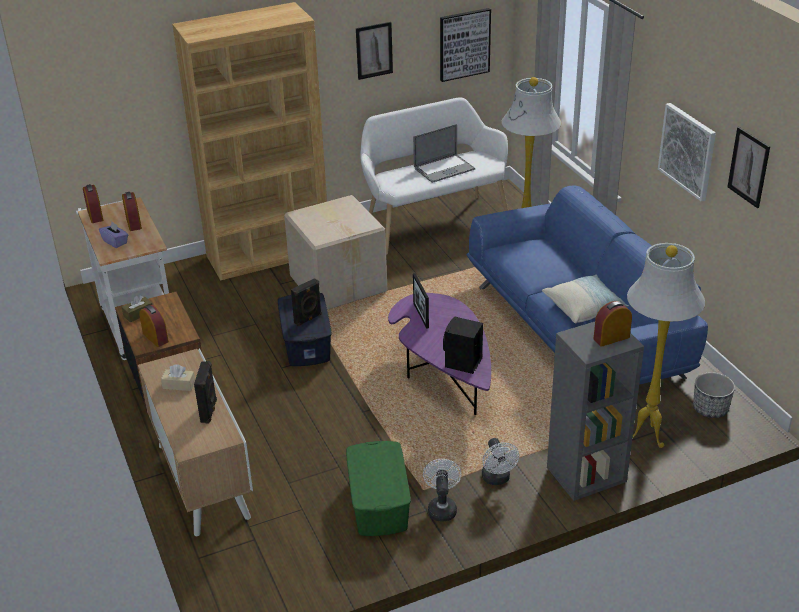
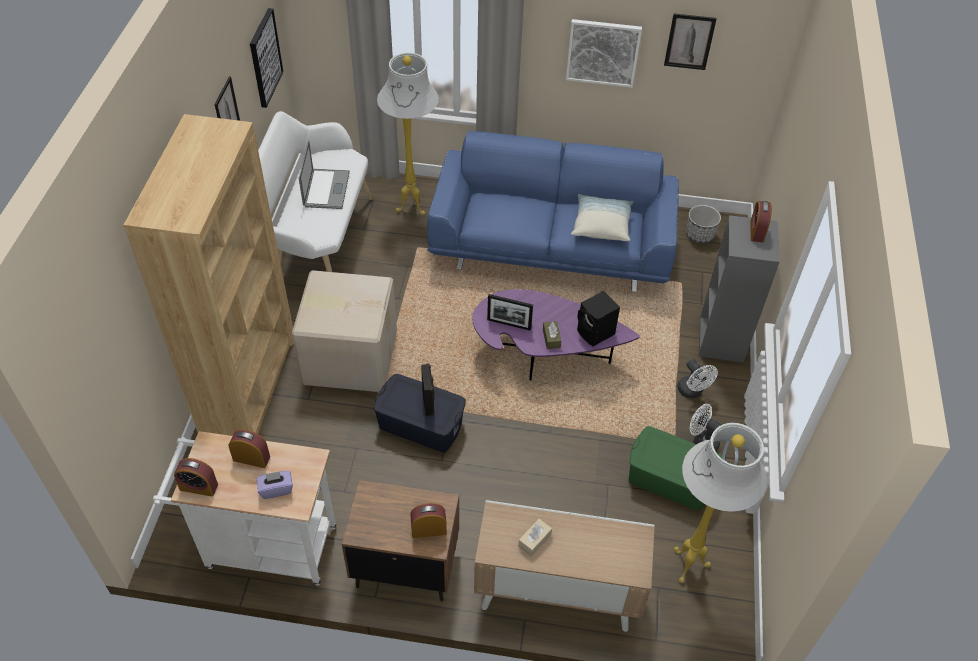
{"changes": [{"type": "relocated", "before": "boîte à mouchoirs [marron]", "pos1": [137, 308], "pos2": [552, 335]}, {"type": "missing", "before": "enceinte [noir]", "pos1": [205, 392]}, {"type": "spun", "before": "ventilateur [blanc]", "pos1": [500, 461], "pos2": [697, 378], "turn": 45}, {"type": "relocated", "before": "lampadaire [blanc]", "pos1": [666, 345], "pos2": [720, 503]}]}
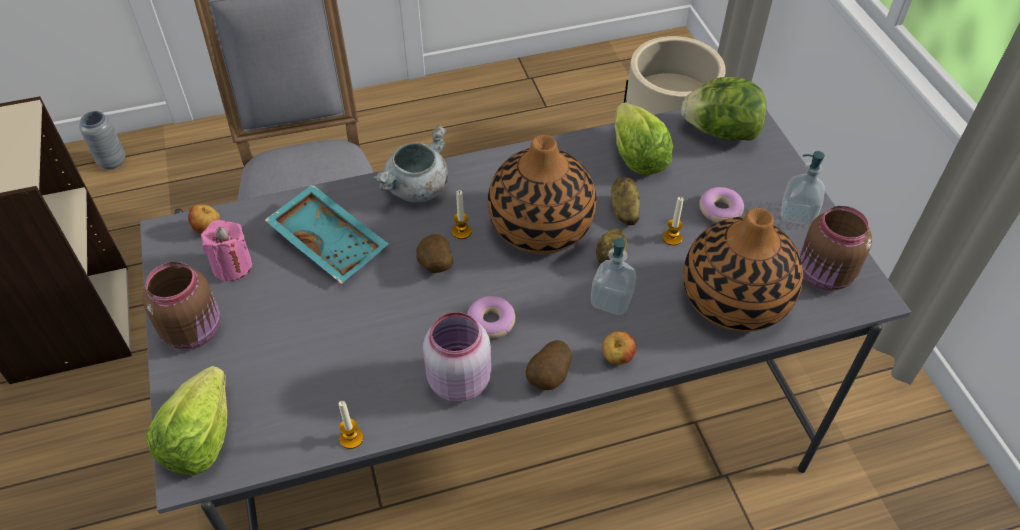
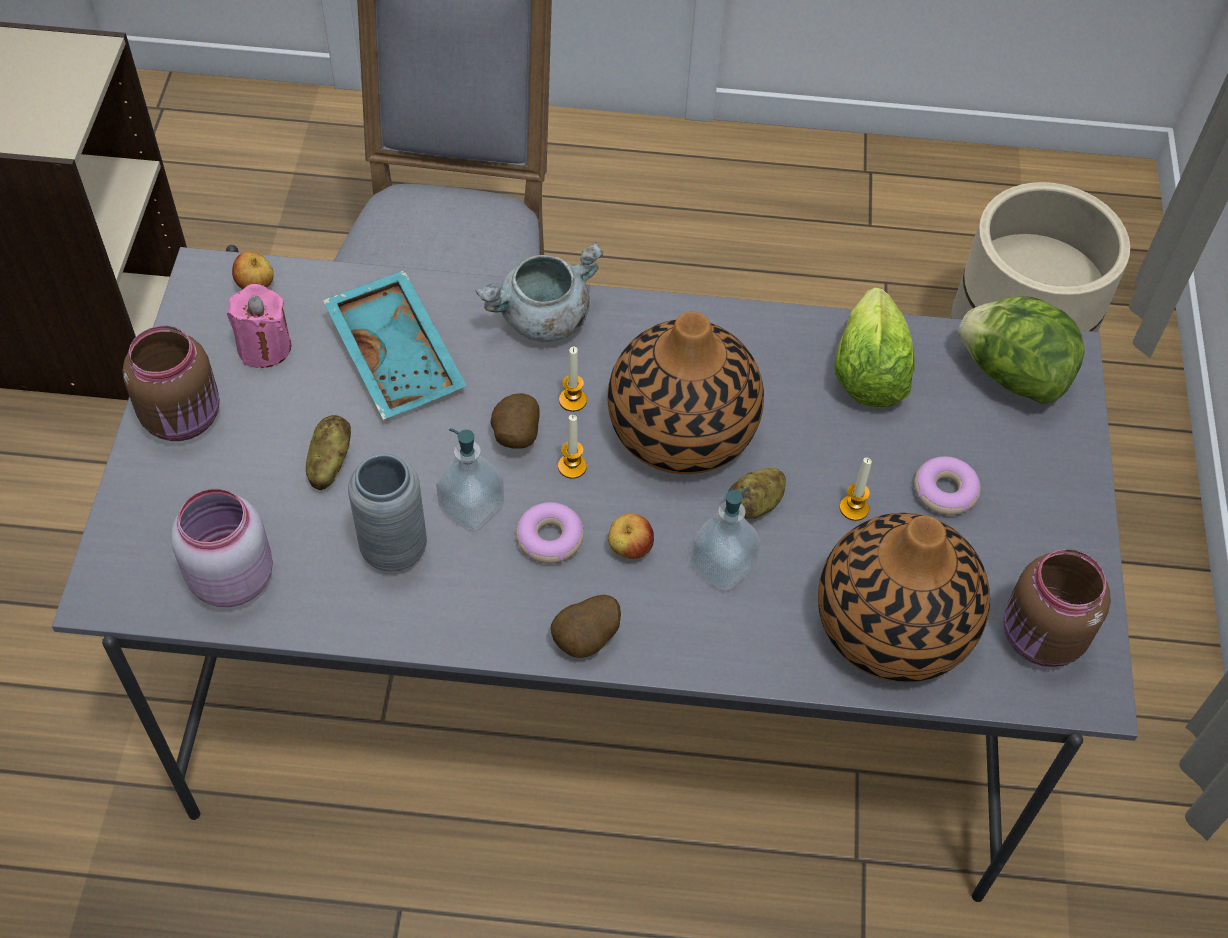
{"changes": [{"type": "relocated", "before": "vase [gris]", "pos1": [102, 140], "pos2": [387, 513]}, {"type": "missing", "before": "laitue", "pos1": [186, 420]}, {"type": "relocated", "before": "bougie", "pos1": [350, 425], "pos2": [572, 447]}, {"type": "relocated", "before": "bocal [rose]", "pos1": [457, 357], "pos2": [222, 548]}, {"type": "relocated", "before": "pomme", "pos1": [619, 348], "pos2": [631, 536]}, {"type": "relocated", "before": "pomme de terre", "pos1": [625, 201], "pos2": [328, 452]}, {"type": "relocated", "before": "distributeur de savon", "pos1": [803, 188], "pos2": [470, 480]}]}
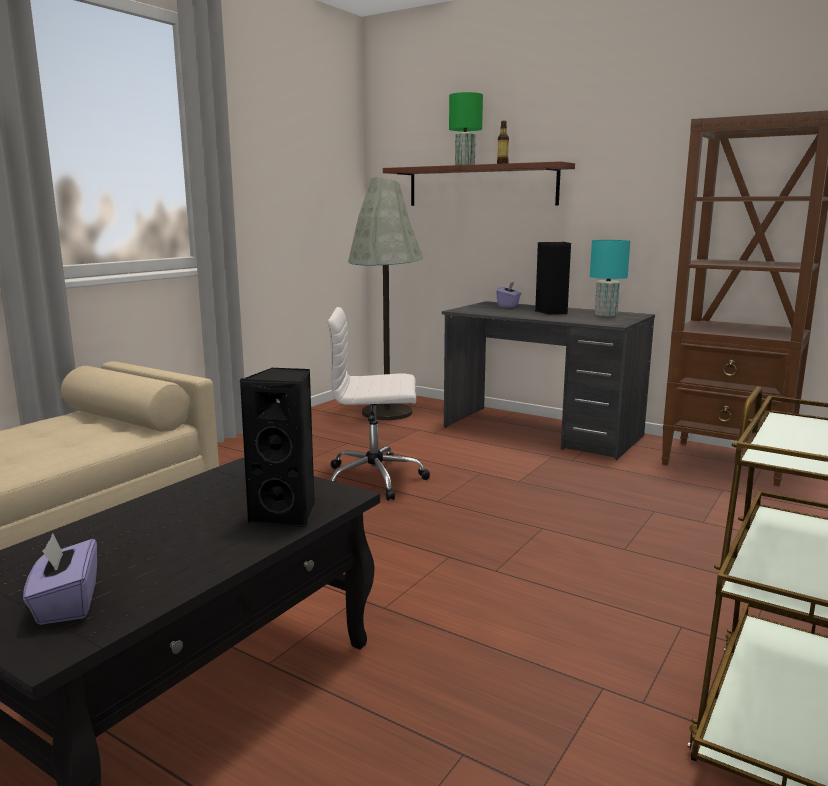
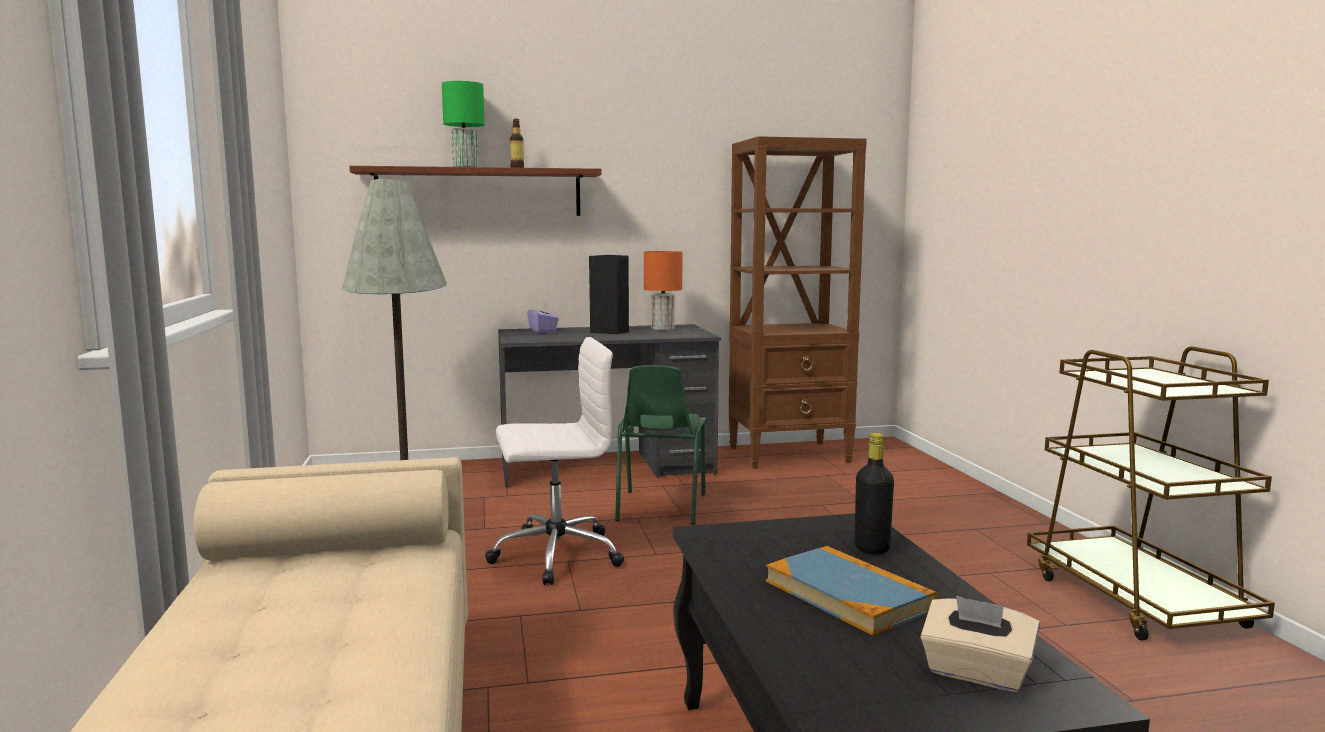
{"changes": [{"type": "colour", "before": "boîte à mouchoirs [violet]", "after": "boîte à mouchoirs [beige]", "pos1": [60, 579], "pos2": [980, 643]}, {"type": "exchanged", "before": "enceinte [noir]", "after": "bouteille [noir]", "pos1": [277, 447], "pos2": [874, 493]}, {"type": "spun", "before": "chaise de bureau [blanc]", "pos1": [379, 404], "pos2": [554, 461], "turn": -150}, {"type": "colour", "before": "lampe de table [turquoise]", "after": "lampe de table [orange]", "pos1": [610, 278], "pos2": [663, 291]}, {"type": "appeared", "after": "chaise [vert]", "pos2": [660, 444]}, {"type": "appeared", "after": "livre", "pos2": [851, 591]}]}
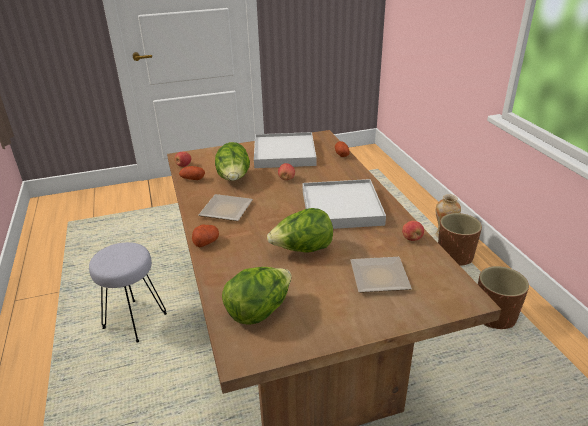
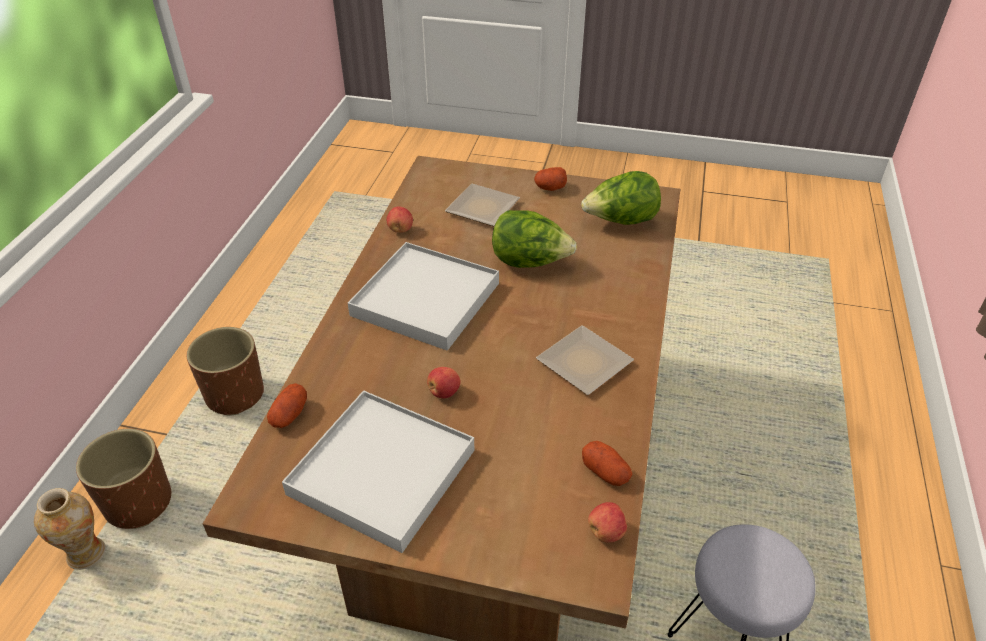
{"changes": [{"type": "relocated", "before": "pomme de terre", "pos1": [205, 235], "pos2": [550, 179]}, {"type": "missing", "before": "laitue", "pos1": [232, 161]}]}
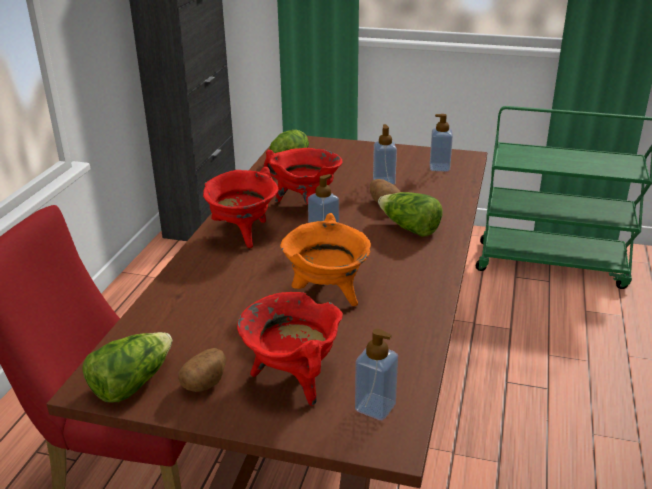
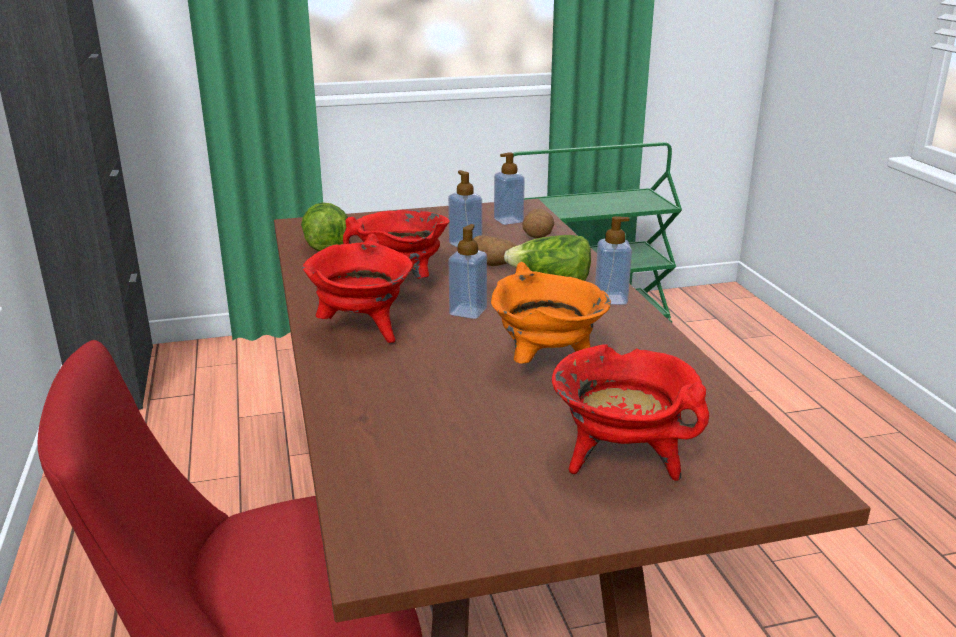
{"changes": [{"type": "missing", "before": "laitue", "pos1": [127, 367]}, {"type": "relocated", "before": "pomme de terre", "pos1": [202, 370], "pos2": [538, 223]}, {"type": "relocated", "before": "distributeur de savon", "pos1": [376, 374], "pos2": [613, 260]}]}
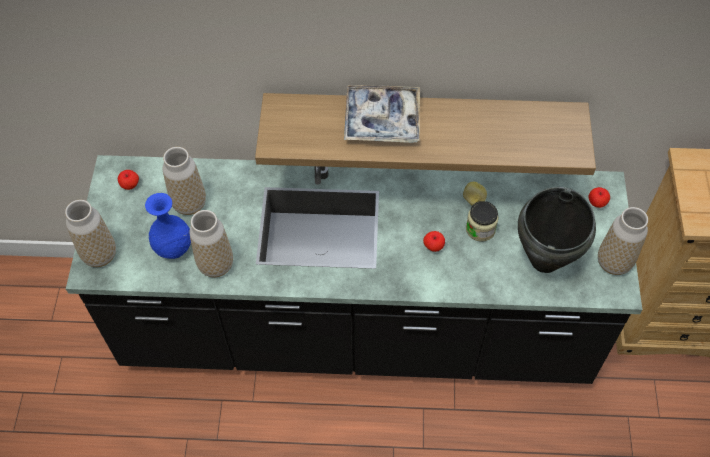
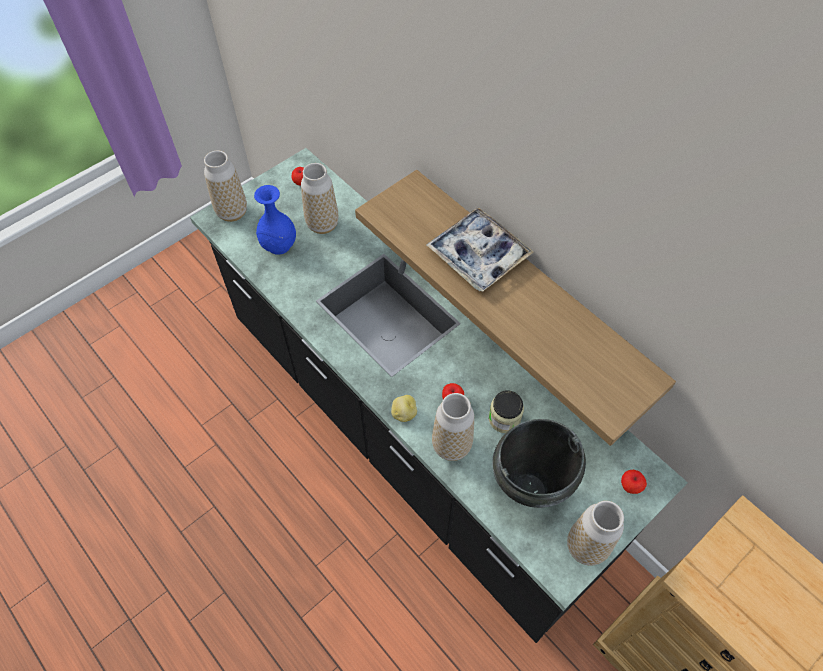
{"changes": [{"type": "relocated", "before": "vase", "pos1": [211, 243], "pos2": [453, 427]}, {"type": "relocated", "before": "pomme de terre", "pos1": [475, 193], "pos2": [404, 408]}]}
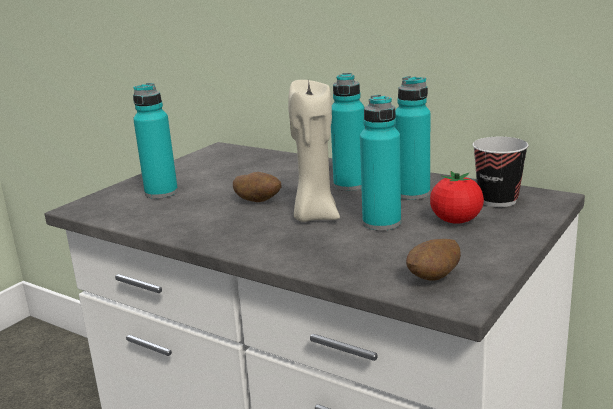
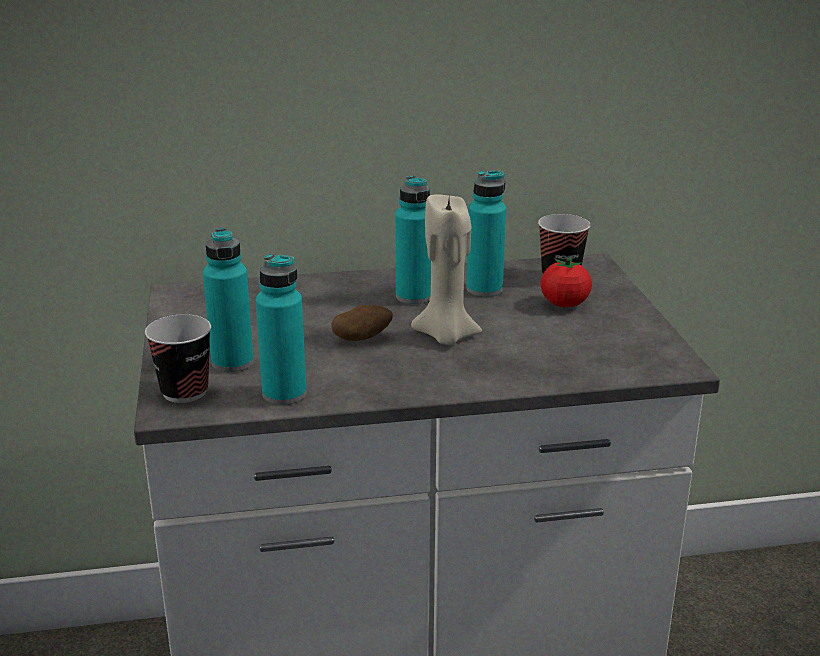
{"changes": [{"type": "relocated", "before": "bouteille [turquoise]", "pos1": [380, 163], "pos2": [281, 329]}, {"type": "missing", "before": "pomme de terre", "pos1": [433, 260]}, {"type": "appeared", "after": "tasse", "pos2": [178, 358]}]}
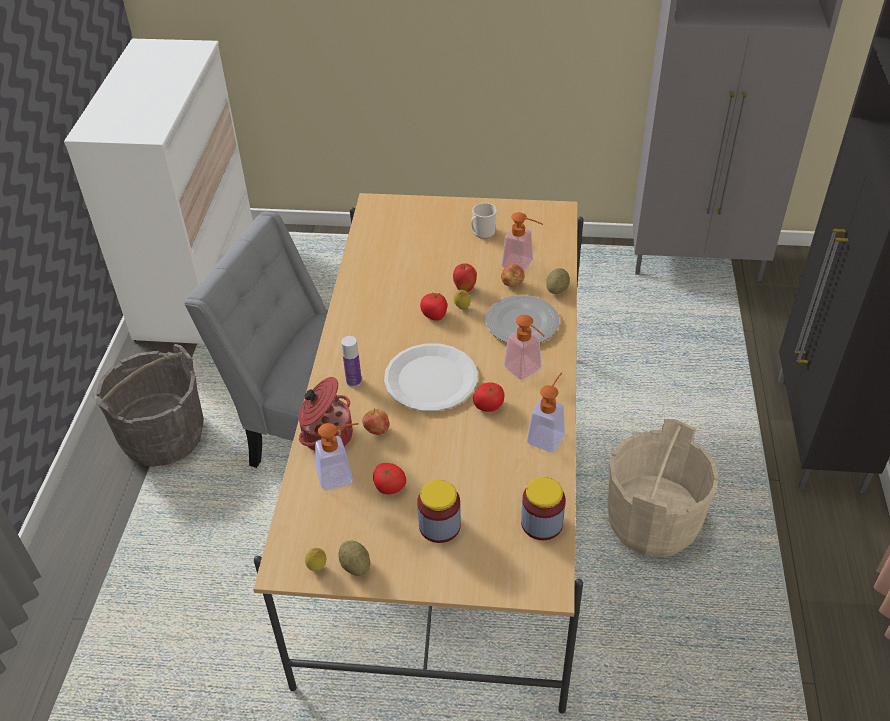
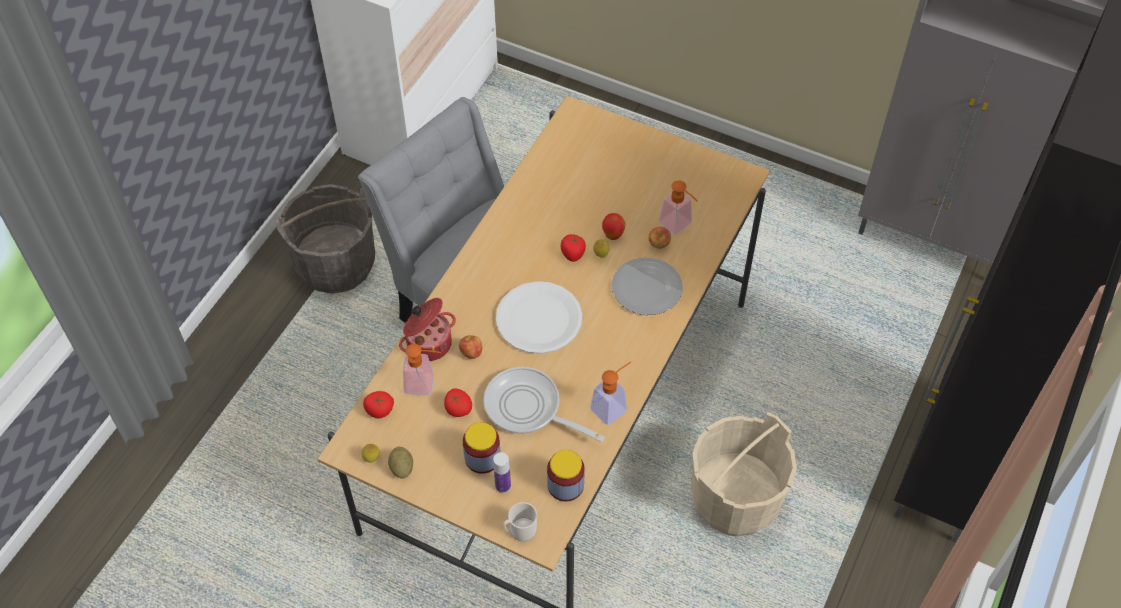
{"changes": [{"type": "relocated", "before": "bouteille", "pos1": [351, 361], "pos2": [502, 472]}, {"type": "relocated", "before": "mug", "pos1": [484, 221], "pos2": [520, 521]}, {"type": "relocated", "before": "tomate", "pos1": [489, 397], "pos2": [378, 404]}, {"type": "missing", "before": "distributeur de savon", "pos1": [524, 347]}, {"type": "missing", "before": "pomme de terre", "pos1": [558, 281]}, {"type": "appeared", "after": "poêle", "pos2": [544, 404]}]}
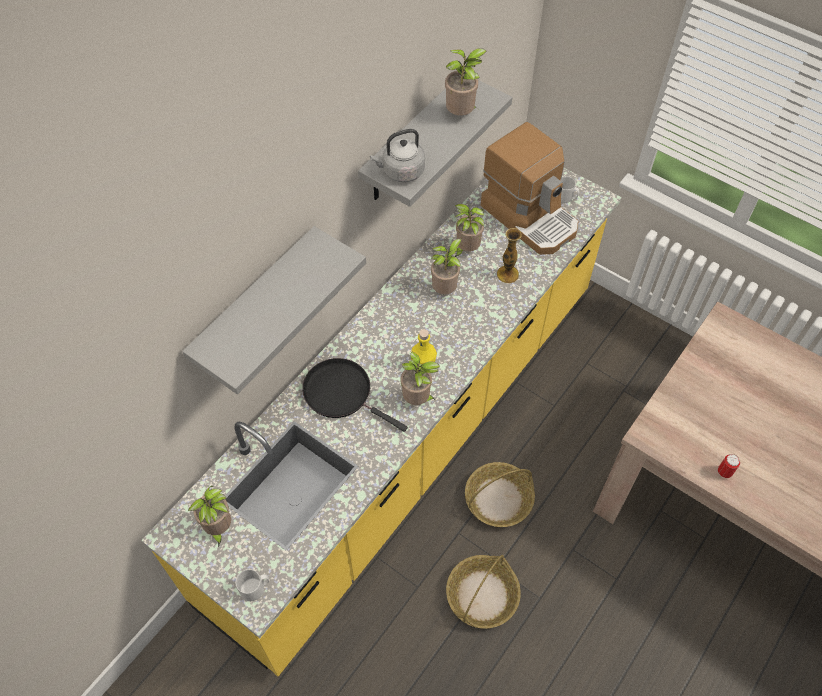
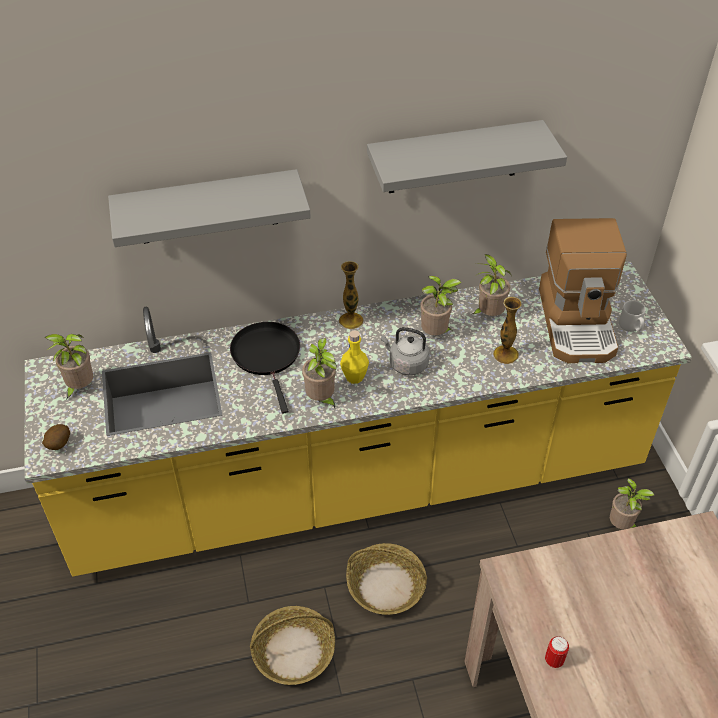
{"changes": [{"type": "exchanged", "before": "mug [gris]", "after": "pomme de terre", "pos1": [252, 585], "pos2": [56, 437]}, {"type": "relocated", "before": "bouilloire [gris]", "pos1": [397, 155], "pos2": [405, 351]}, {"type": "relocated", "before": "plante en pot", "pos1": [466, 81], "pos2": [632, 504]}, {"type": "appeared", "after": "vase", "pos2": [351, 295]}]}
